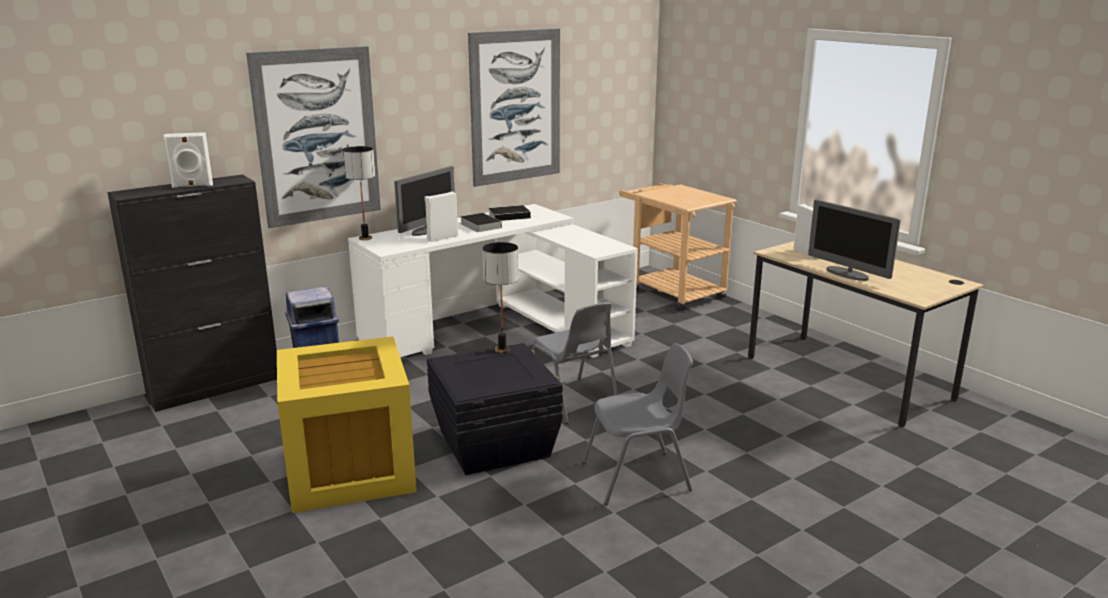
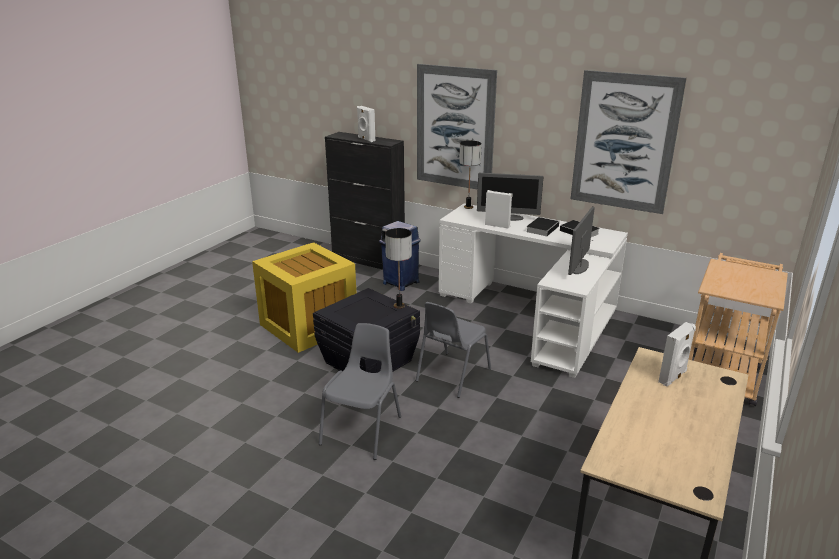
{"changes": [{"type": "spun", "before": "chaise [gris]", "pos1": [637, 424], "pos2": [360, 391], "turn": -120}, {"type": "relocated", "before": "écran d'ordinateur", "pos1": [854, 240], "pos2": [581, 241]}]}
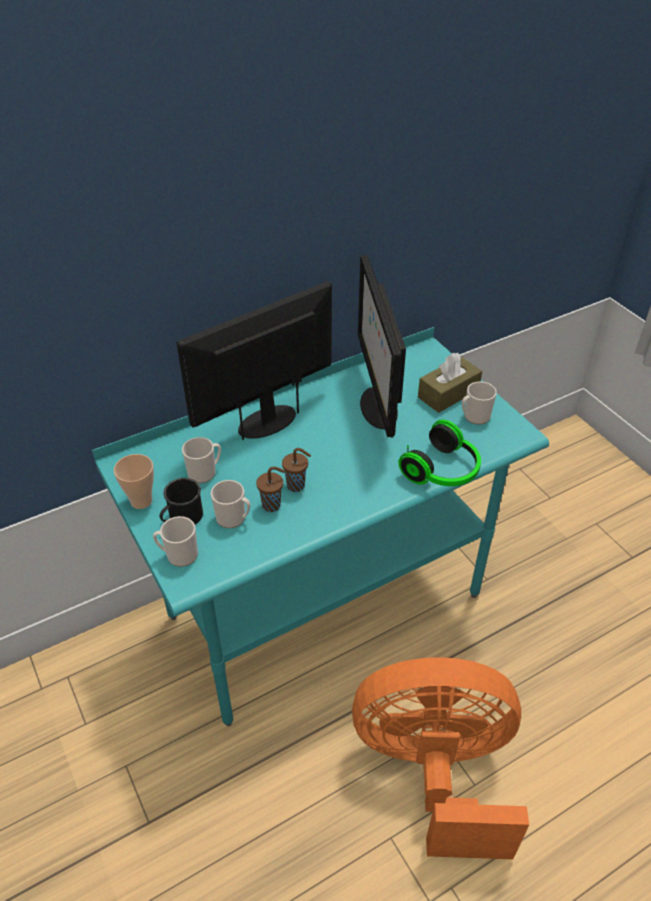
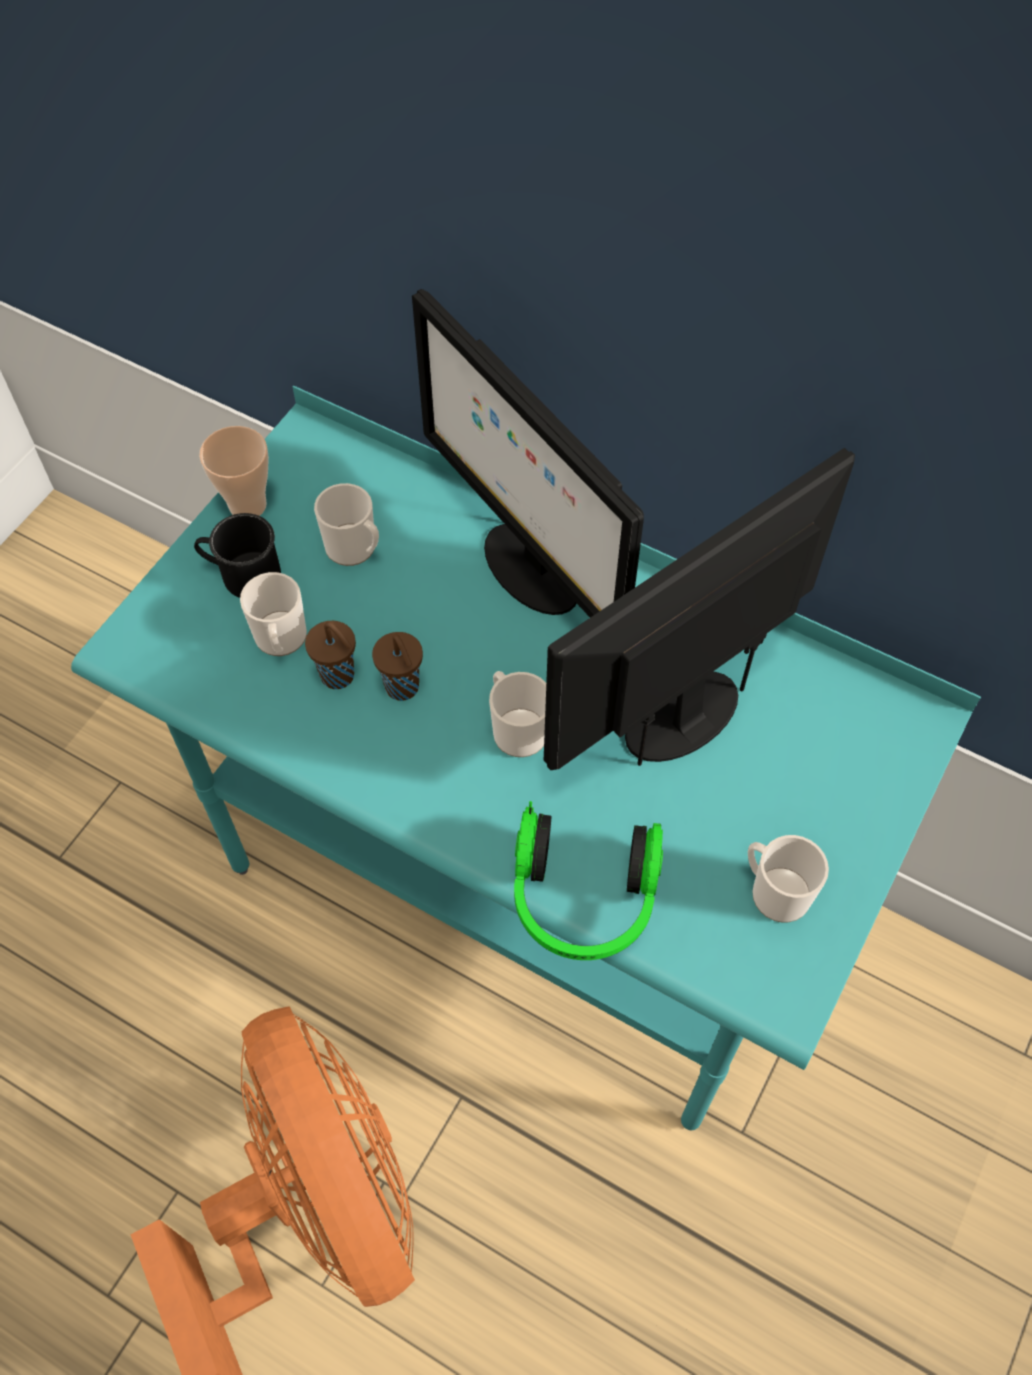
{"changes": [{"type": "relocated", "before": "mug", "pos1": [175, 541], "pos2": [517, 714]}, {"type": "spun", "before": "écran d'ordinateur", "pos1": [254, 360], "pos2": [528, 453], "turn": -150}, {"type": "missing", "before": "boîte à mouchoirs [marron]", "pos1": [450, 383]}]}
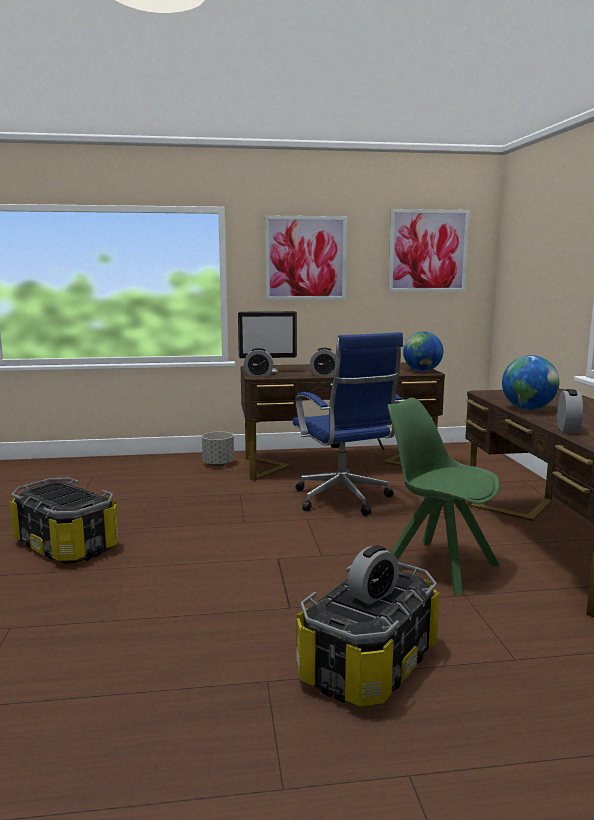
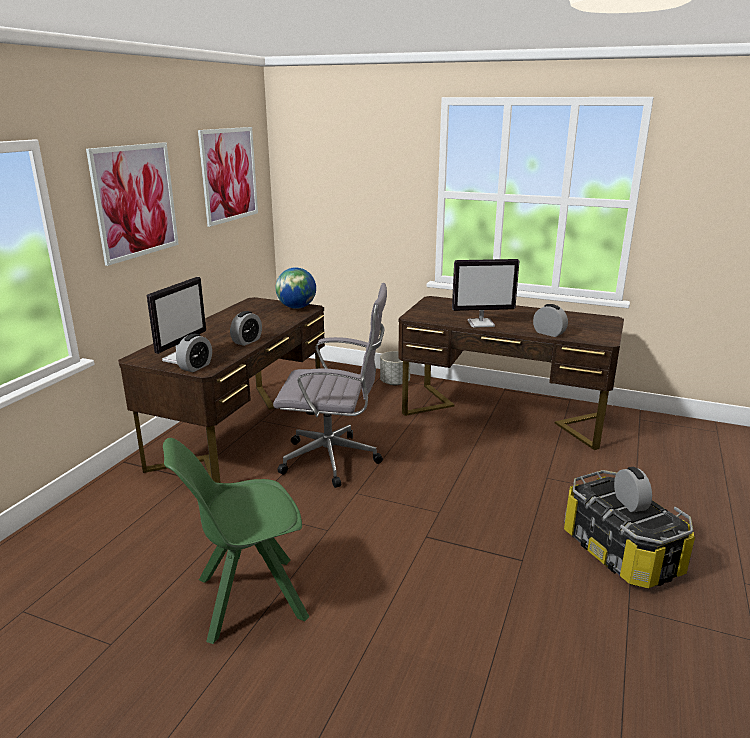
{"changes": [{"type": "missing", "before": "boîte de rangement", "pos1": [64, 521]}, {"type": "relocated", "before": "cache-pot [gris]", "pos1": [218, 449], "pos2": [395, 368]}, {"type": "colour", "before": "chaise de bureau [bleu]", "after": "chaise de bureau [gris]", "pos1": [348, 424], "pos2": [330, 385]}, {"type": "relocated", "before": "chaise [vert]", "pos1": [443, 496], "pos2": [236, 541]}, {"type": "exchanged", "before": "globe", "after": "écran d'ordinateur", "pos1": [531, 382], "pos2": [485, 293]}]}
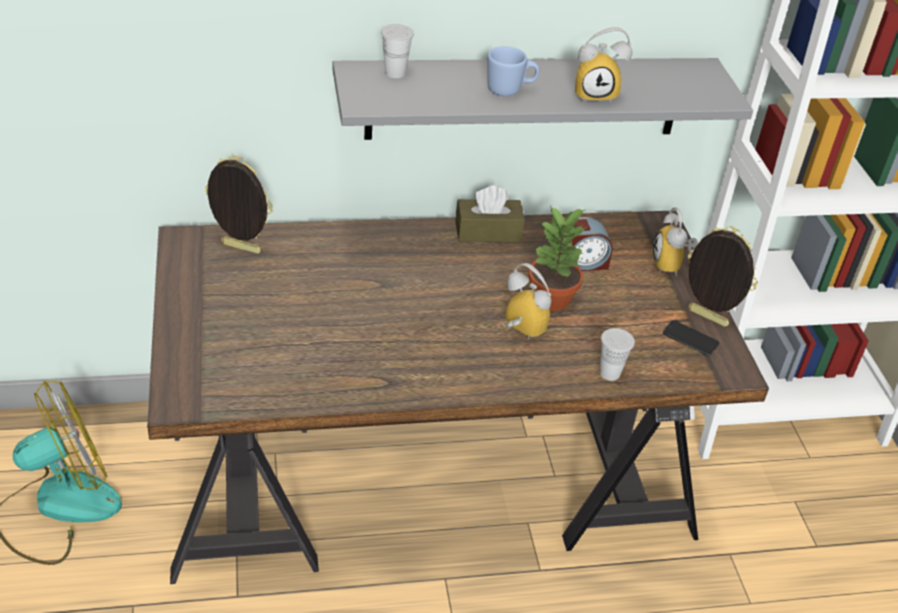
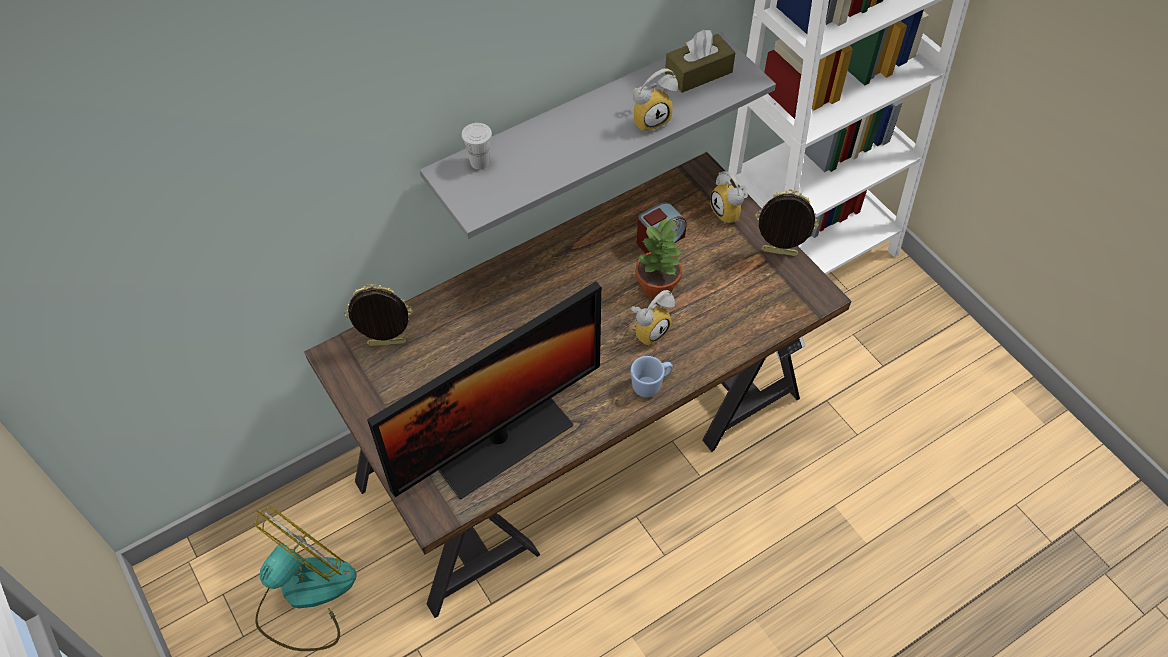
{"changes": [{"type": "relocated", "before": "boîte à mouchoirs [marron]", "pos1": [490, 213], "pos2": [700, 61]}, {"type": "relocated", "before": "mug [bleu]", "pos1": [513, 71], "pos2": [652, 376]}, {"type": "spun", "before": "réveil", "pos1": [528, 301], "pos2": [653, 318], "turn": 120}, {"type": "missing", "before": "tasse [blanc]", "pos1": [617, 354]}, {"type": "missing", "before": "téléphone", "pos1": [691, 338]}, {"type": "appeared", "after": "écran d'ordinateur", "pos2": [484, 390]}]}
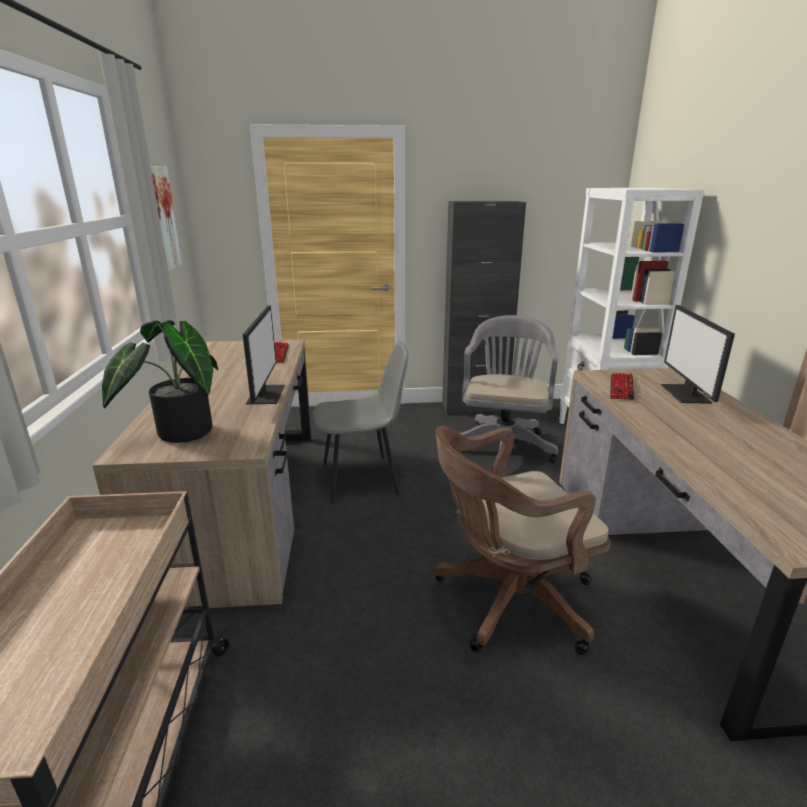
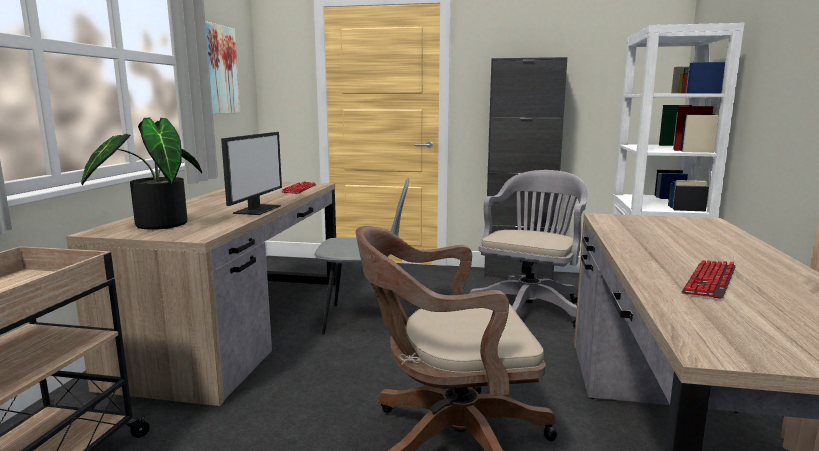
{"changes": [{"type": "relocated", "before": "clavier", "pos1": [622, 386], "pos2": [709, 279]}, {"type": "missing", "before": "écran d'ordinateur", "pos1": [698, 354]}]}
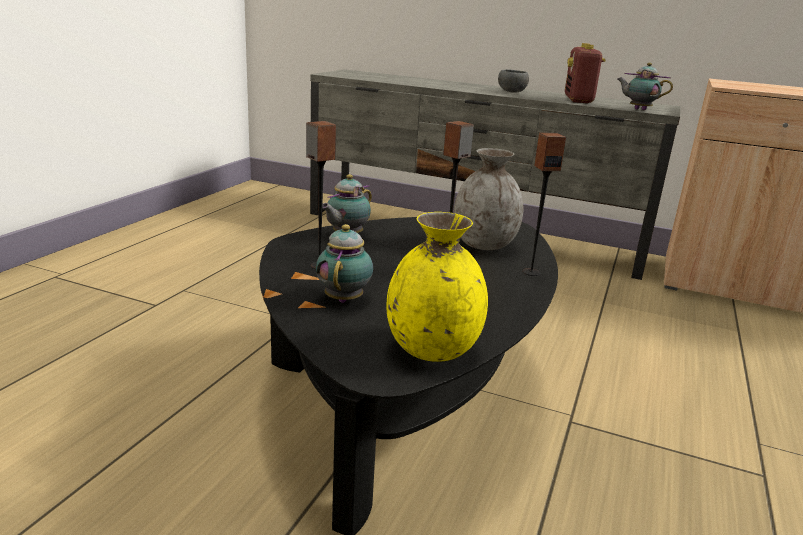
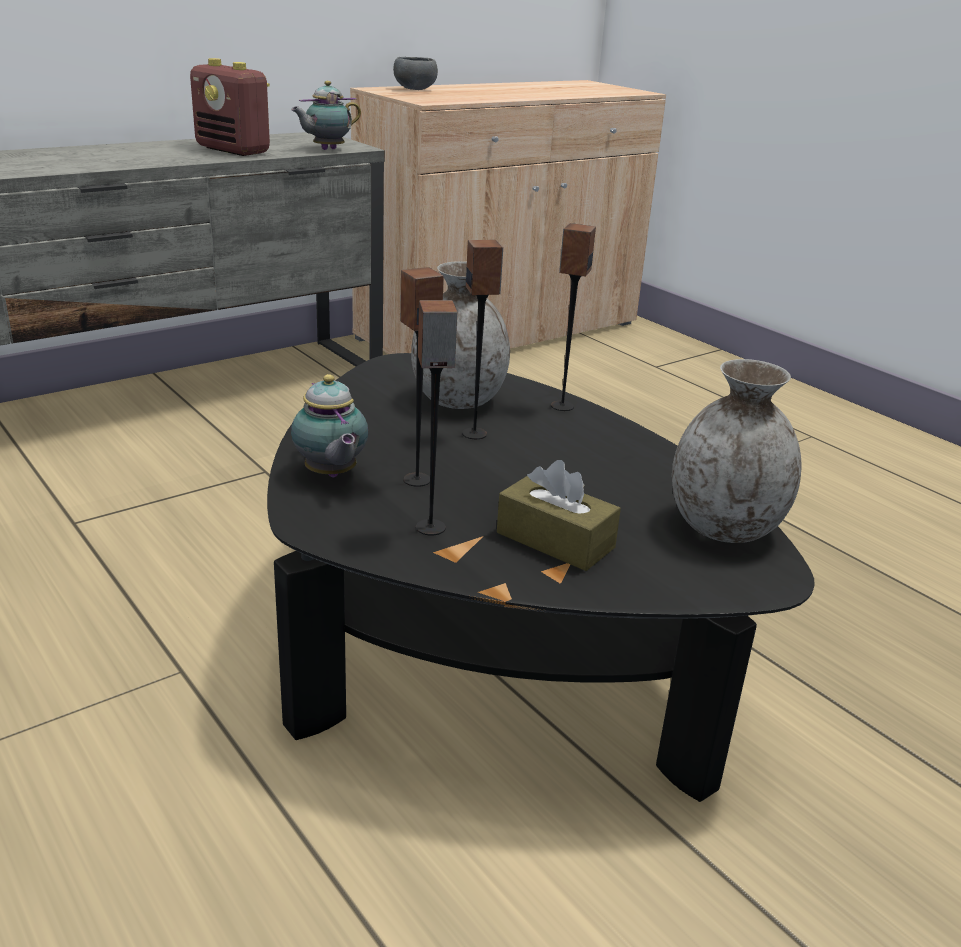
{"changes": [{"type": "exchanged", "before": "théière", "after": "boîte à mouchoirs [marron]", "pos1": [344, 263], "pos2": [559, 515]}, {"type": "colour", "before": "vase [jaune]", "after": "vase [gris]", "pos1": [437, 287], "pos2": [736, 451]}, {"type": "relocated", "before": "bol [gris]", "pos1": [513, 81], "pos2": [415, 73]}, {"type": "appeared", "after": "enceinte", "pos2": [422, 377]}]}
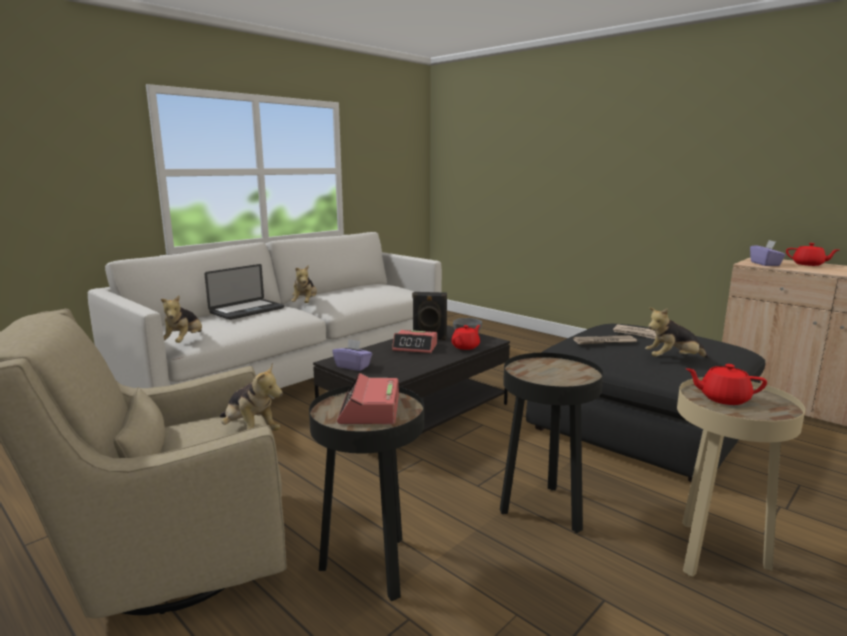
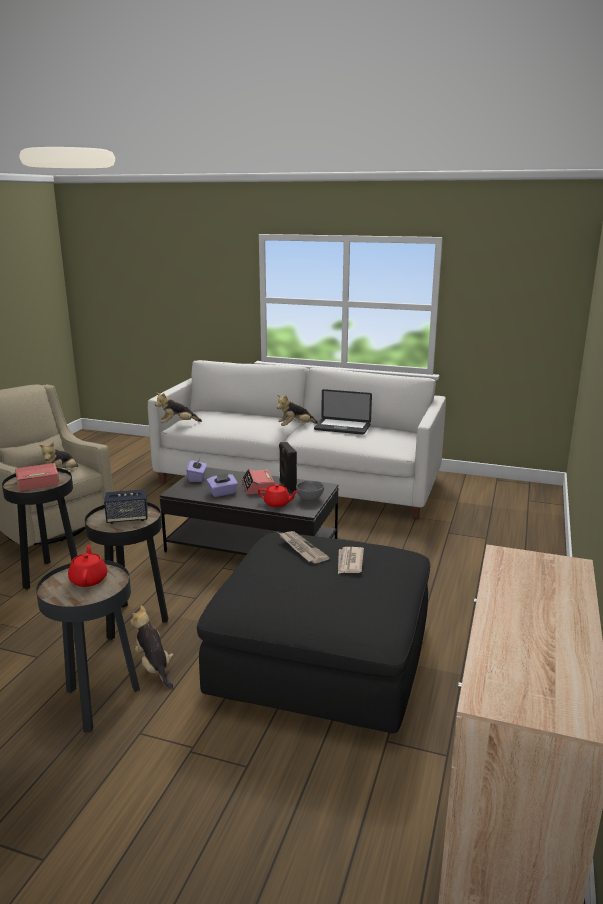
{"changes": [{"type": "relocated", "before": "ordinateur portable", "pos1": [244, 292], "pos2": [343, 412]}, {"type": "relocated", "before": "peluche", "pos1": [677, 332], "pos2": [152, 647]}, {"type": "colour", "before": "table d'appoint [beige]", "after": "table d'appoint [noir]", "pos1": [741, 477], "pos2": [88, 646]}, {"type": "relocated", "before": "boîte à mouchoirs [violet]", "pos1": [768, 253], "pos2": [222, 485]}, {"type": "missing", "before": "théière [rouge]", "pos1": [812, 254]}, {"type": "appeared", "after": "enceinte", "pos2": [126, 506]}]}
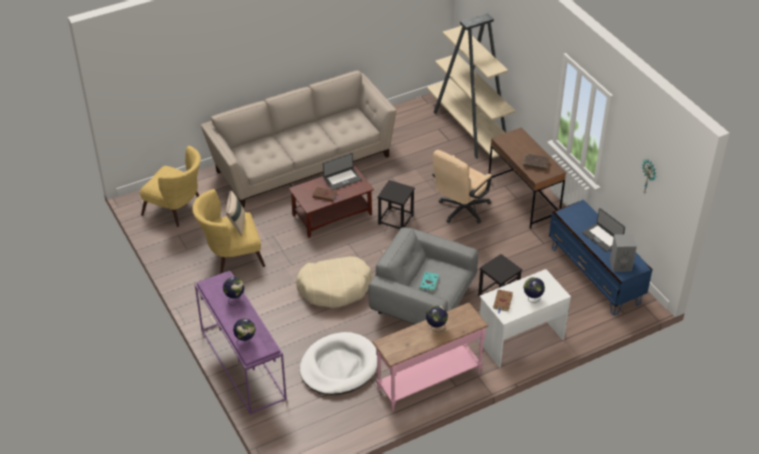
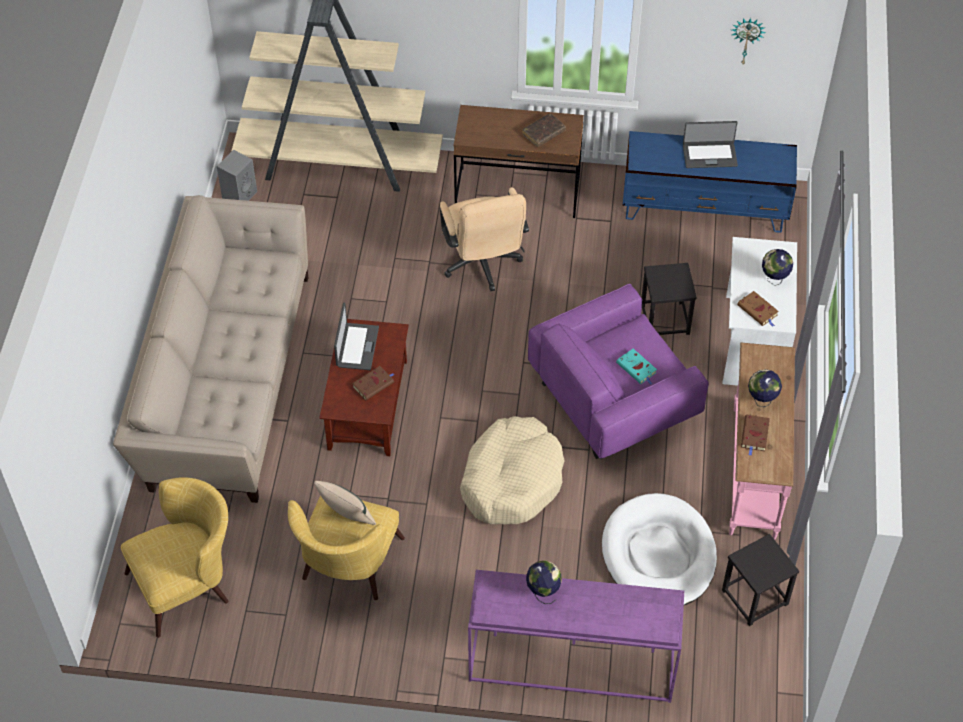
{"changes": [{"type": "missing", "before": "globe", "pos1": [244, 332]}, {"type": "colour", "before": "fauteuil [gris]", "after": "fauteuil [violet]", "pos1": [424, 275], "pos2": [618, 371]}, {"type": "relocated", "before": "tabouret [noir]", "pos1": [396, 204], "pos2": [760, 580]}, {"type": "relocated", "before": "enceinte [gris]", "pos1": [623, 253], "pos2": [237, 175]}, {"type": "appeared", "after": "livre [marron]", "pos2": [755, 435]}]}
